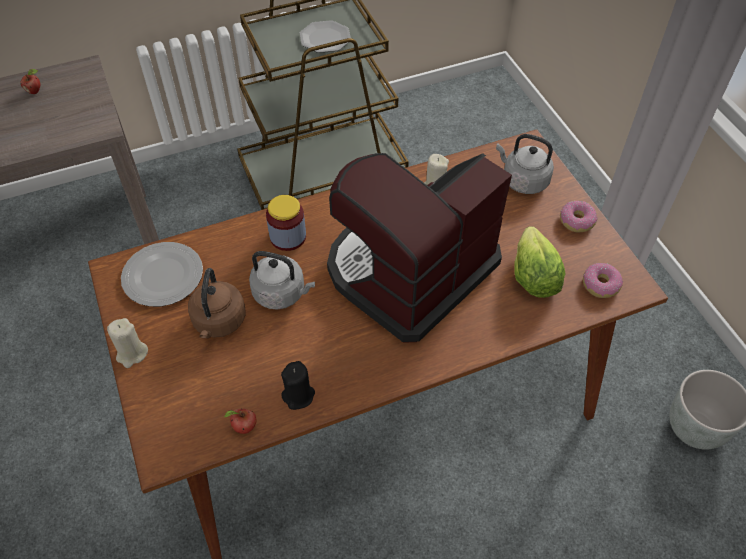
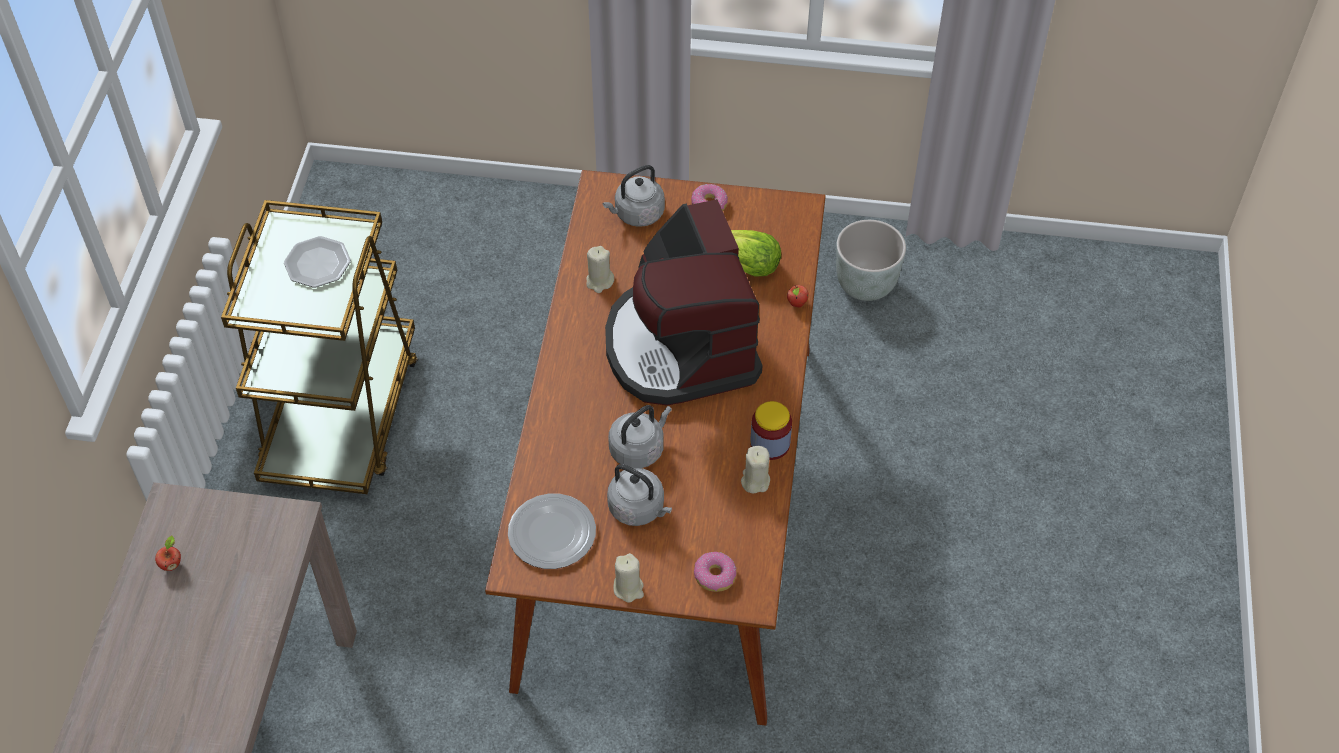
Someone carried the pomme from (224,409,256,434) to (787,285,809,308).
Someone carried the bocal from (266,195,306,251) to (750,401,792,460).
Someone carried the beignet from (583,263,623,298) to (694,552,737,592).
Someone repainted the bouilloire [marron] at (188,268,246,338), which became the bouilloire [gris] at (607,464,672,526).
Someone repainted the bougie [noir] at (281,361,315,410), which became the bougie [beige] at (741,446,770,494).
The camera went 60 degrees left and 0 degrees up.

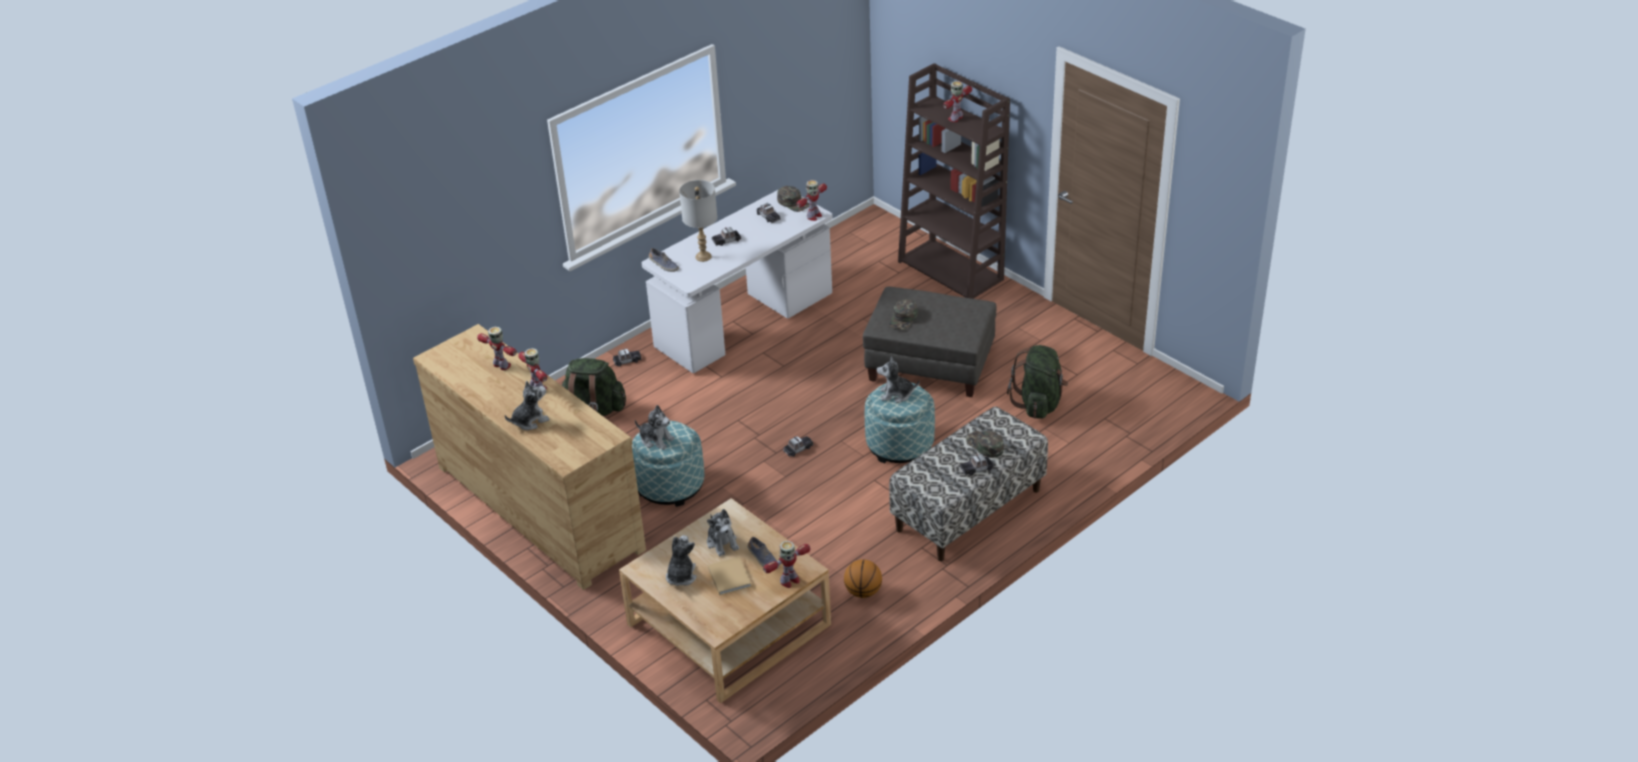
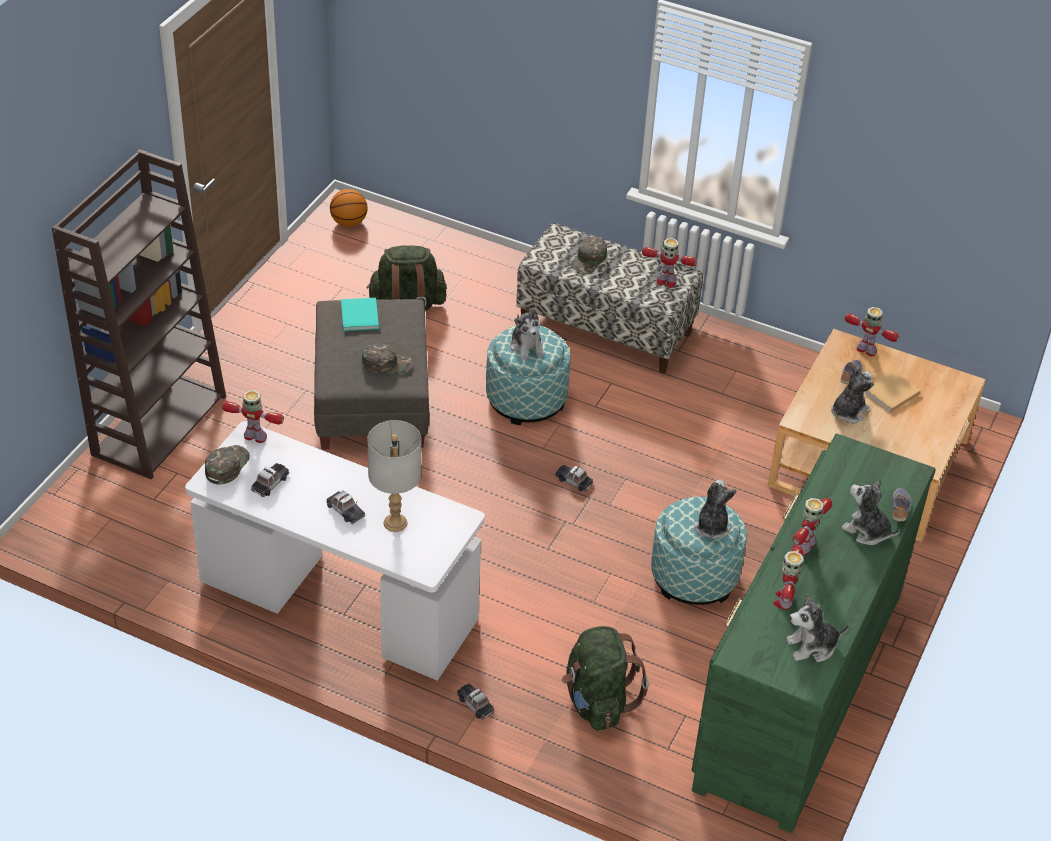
Someone took away the petite voiture at (960,454,994,476).
Someone put down the livre [turquoise] at (341,298,379,331).
Someone carried the chaussure from (649,248,679,272) to (893,488,911,521).
Someone carried the peluche from (666,535,697,586) to (786,594,849,662).
Someone carried the ballon de basket from (844,559,882,598) to (330,189,368,227).
Someone carried the robot jouet from (943,81,972,122) to (642,238,697,288).
Someone repainted the commode [marron] at (413,324,646,590), which became the commode [vert] at (692,433,936,833).
The camera went 115 degrees left and 5 degrees up.

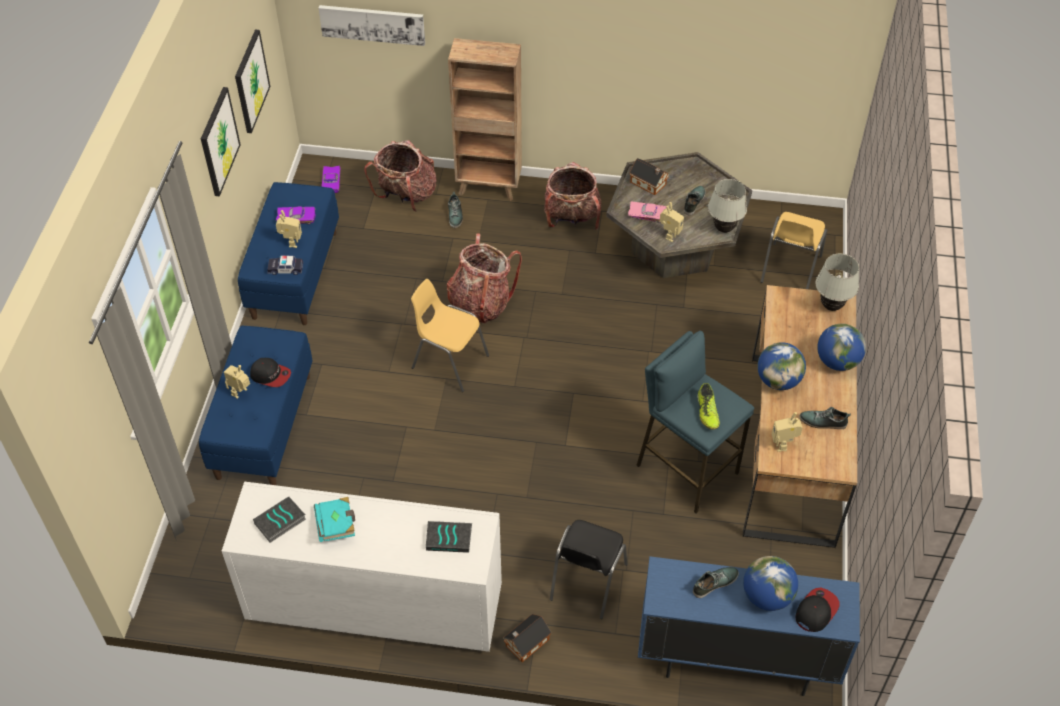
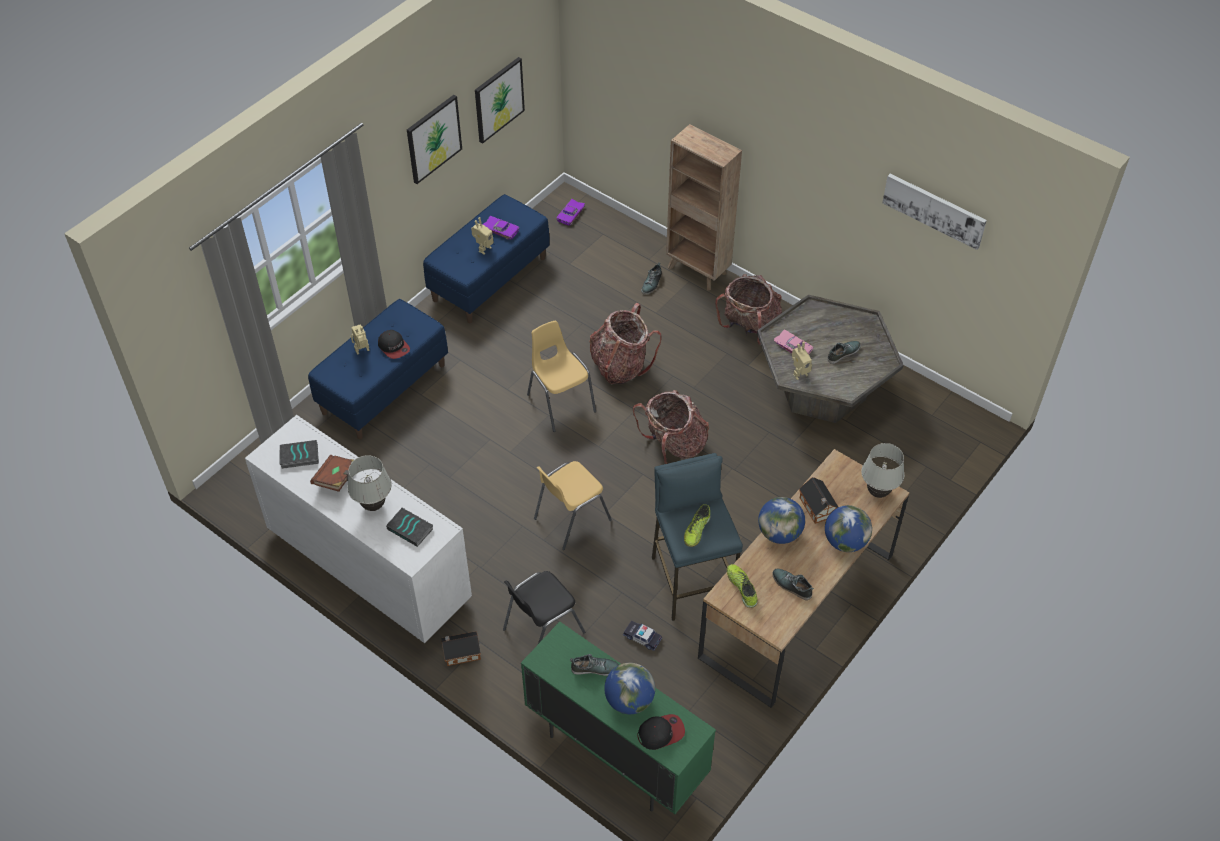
Someone carried the petite voiture from (267,256,303,275) to (623,621,662,651).
Someone carried the tableau from (318,5,425,46) to (882,174,987,250).
Someone carried the sac à dos from (364,140,437,212) to (633,390,709,464).
Someone carried the maison miniature from (630,158,669,195) to (799,477,838,524).
Someone carried the lampe de table [blanc] from (708,179,747,233) to (347,455,392,511).
Someone carried the chaise [jaune] from (761,212,827,289) to (534,461,612,550).
Someone swapped the robot jouet at (772,412,802,452) for the chaussure at (727,564,758,608).
Someone repainted the livre [turquoise] at (314,497,355,542), which became the livre [marron] at (310,455,354,492).
Someone repainted the meuble de rangement [bleu] at (638,556,860,696), which became the meuble de rangement [vert] at (521,621,716,814).
The camera went 30 degrees right and 0 degrees up.

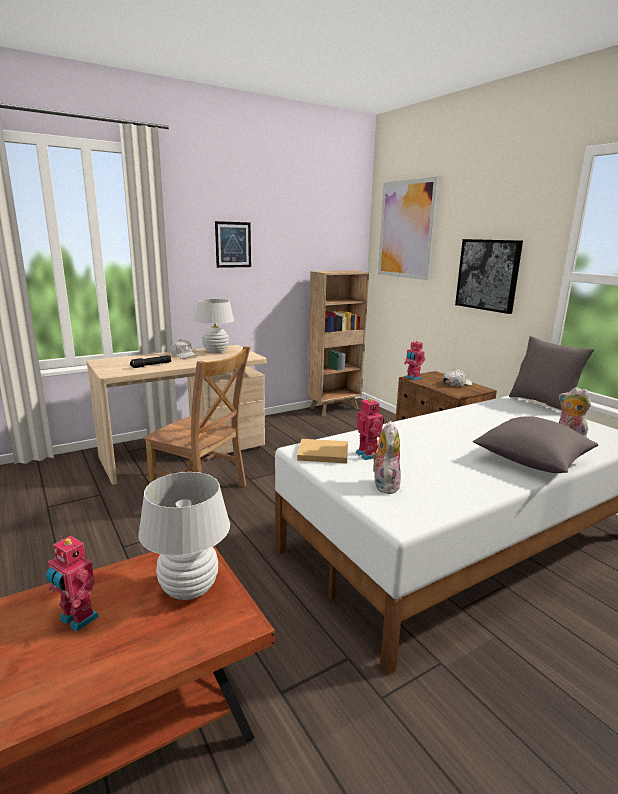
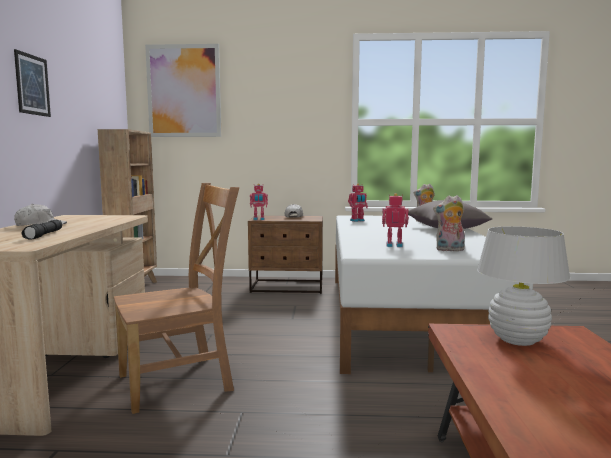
Someone took away the lampe de table [blanc] at (195,299,234,353).
Someone took away the livre [beige] at (297,439,348,463).
Someone took away the tableau at (455,239,523,314).
Someone took away the coussin [gris] at (509,336,594,410).
Someone carried the robot jouet from (46,536,99,632) to (348,184,368,222).
Someone rotated the peluche at (371,421,401,494) by 45 degrees counterclockwise.
The camera went 55 degrees left and 10 degrees down.

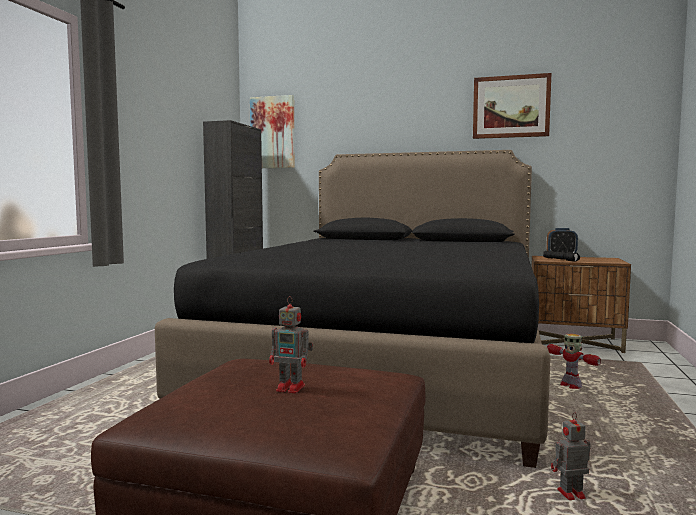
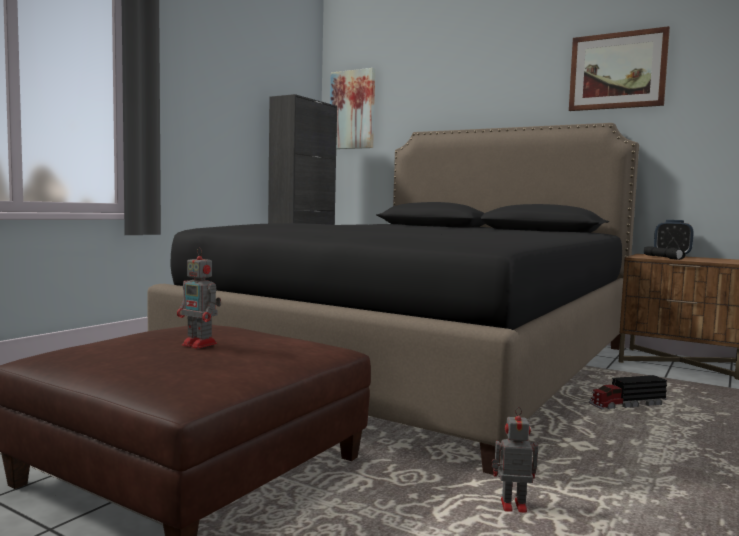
Someone swapped the robot jouet at (547,334,601,389) for the camion jouet at (589,375,667,409).
The camera went 15 degrees right and 0 degrees up.

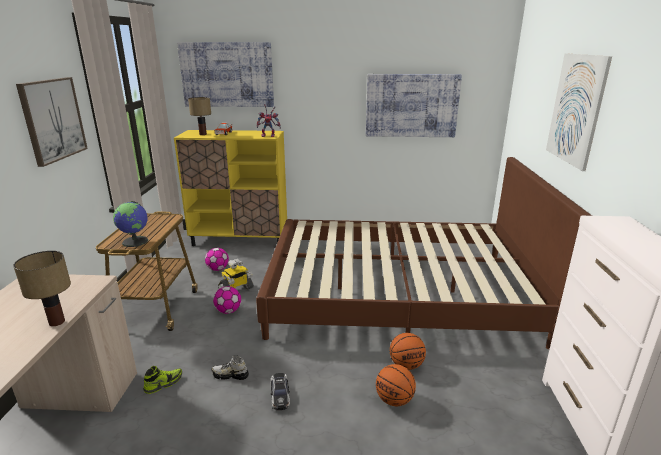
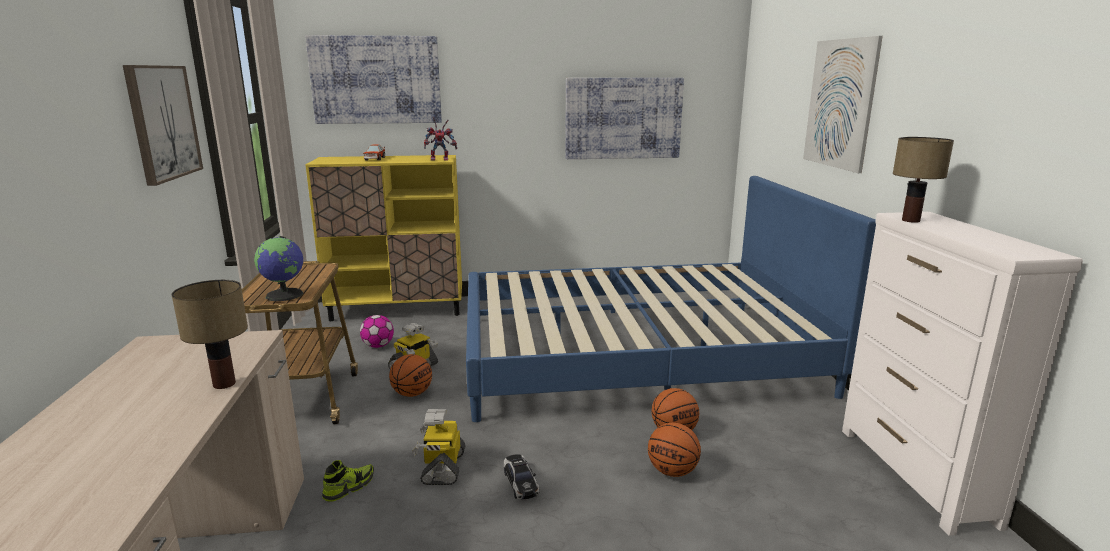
Someone carried the lampe de table from (188,97,211,135) to (893,137,954,223).
Someone swapped the chaussure at (211,355,249,380) for the robot jouet at (412,409,466,485).
Someone swapped the ballon de foot at (213,286,241,314) for the ballon de basket at (389,354,432,397).
Someone repainted the lit [marron] at (256,157,592,349), which became the lit [bleu] at (466,176,876,422).
The camera went 10 degrees left and 5 degrees down.

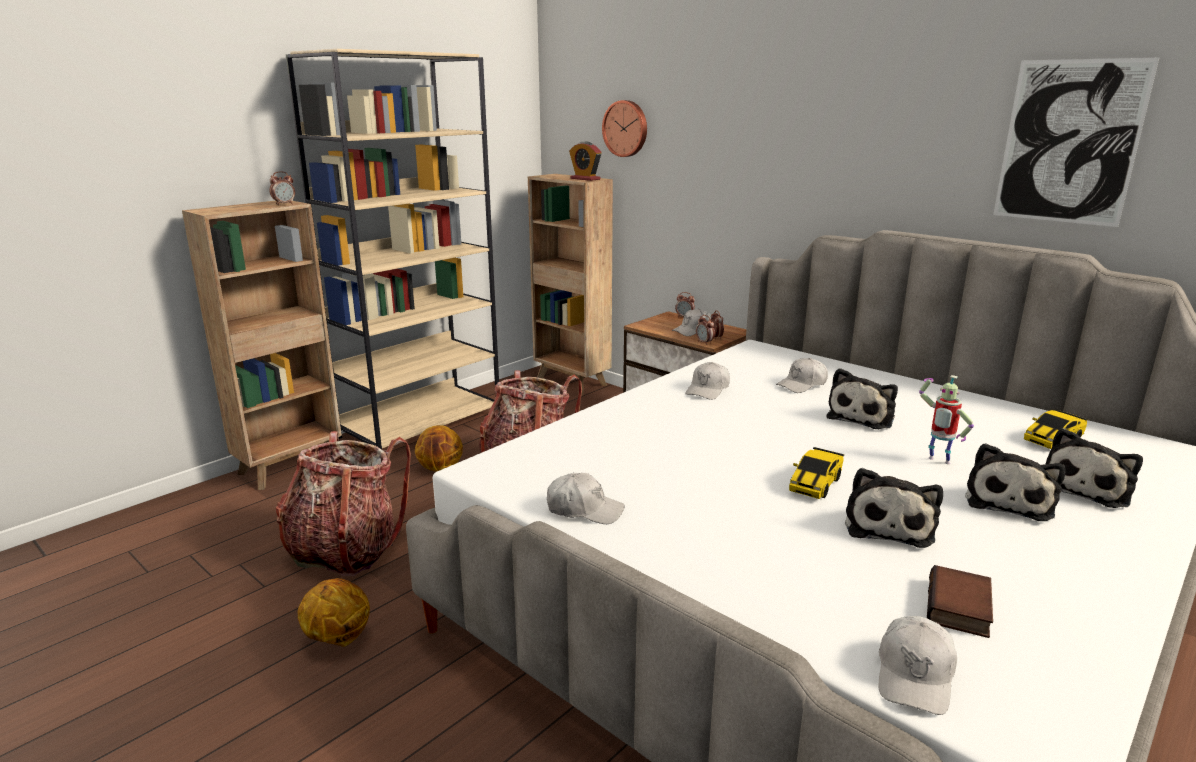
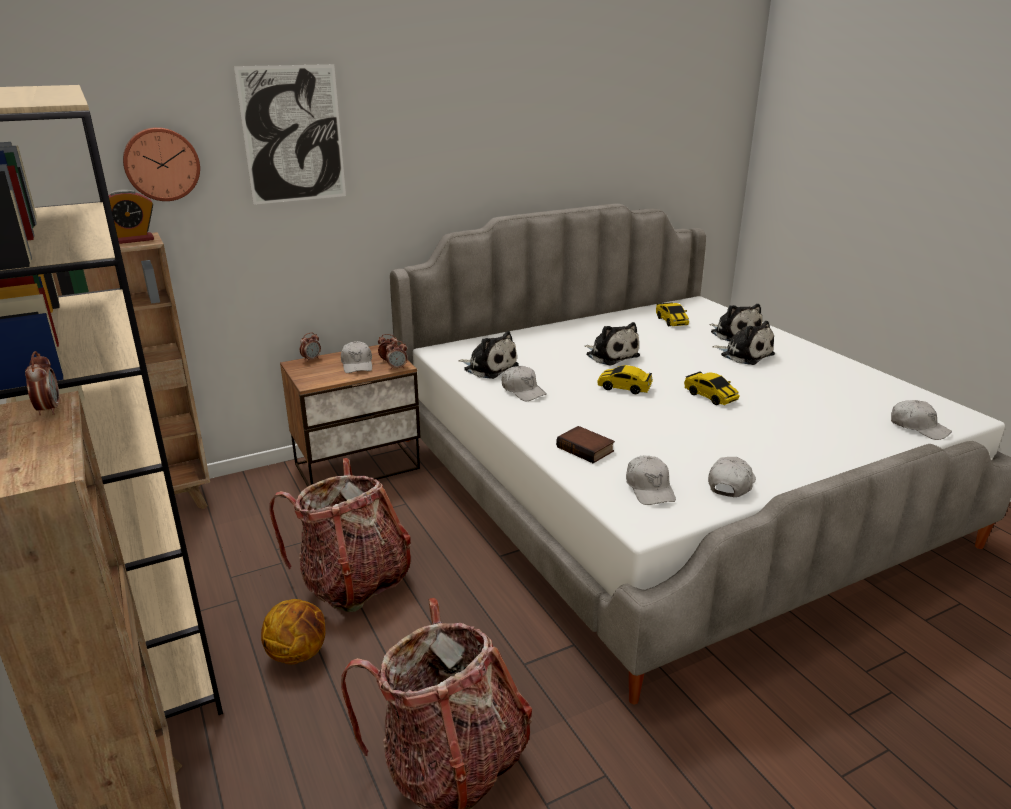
Someone took away the ballon de basket at (298,578,370,647).
Someone took away the robot jouet at (919,375,974,464).
Someone put down the petite voiture at (597,365,653,394).
Someone carried the casquette [blanc] from (776,358,828,393) to (626,455,676,505).
Someone carried the peluche from (845,468,943,548) to (458,331,519,379).
Someone carried the livre from (927,565,993,638) to (556,426,615,463).
Someone carried the tableau from (993,58,1159,227) to (234,64,346,205).
The camera went 70 degrees left and 5 degrees up.

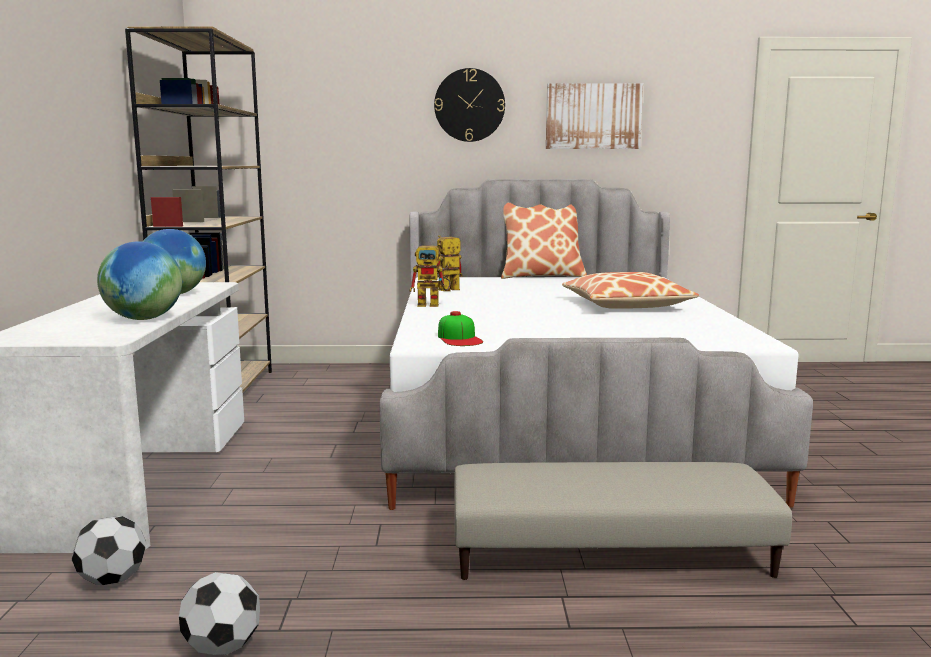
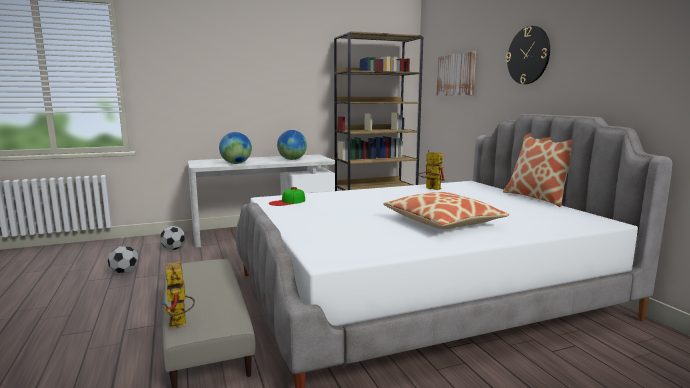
Someone carried the robot jouet from (410,243,451,307) to (161,261,195,328).
Someone carried the tableau from (546,83,643,149) to (436,52,476,96).
The camera went 70 degrees right and 0 degrees up.

